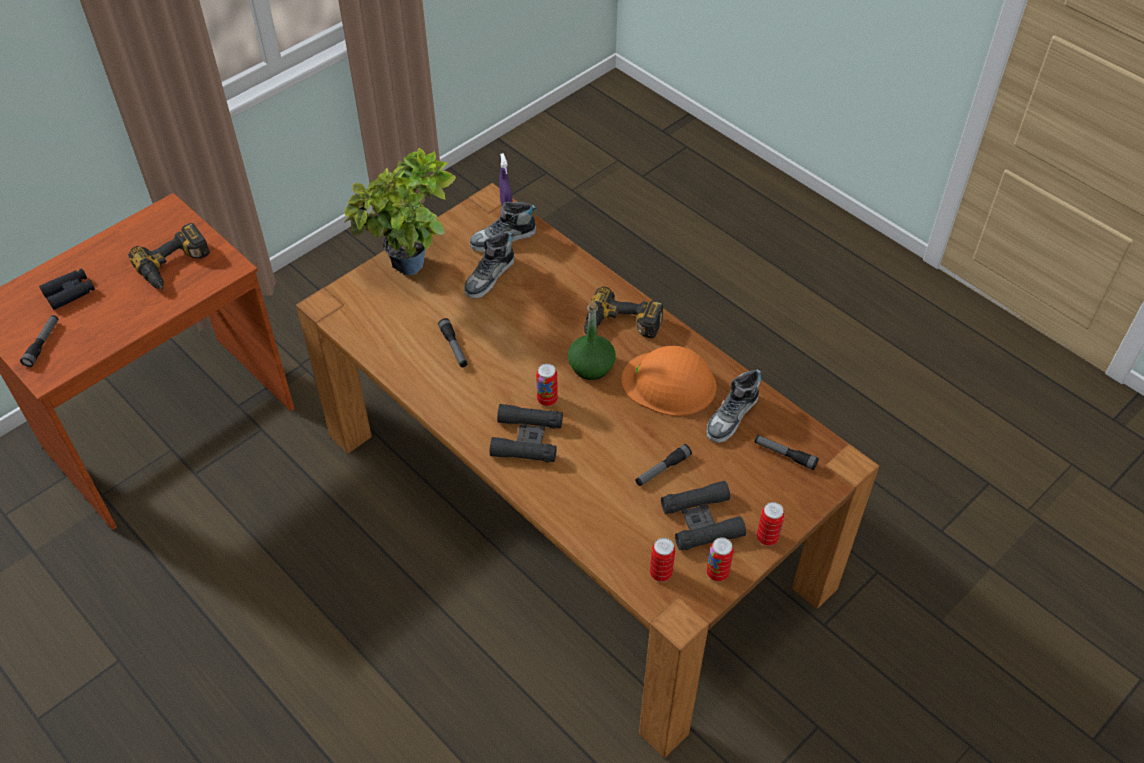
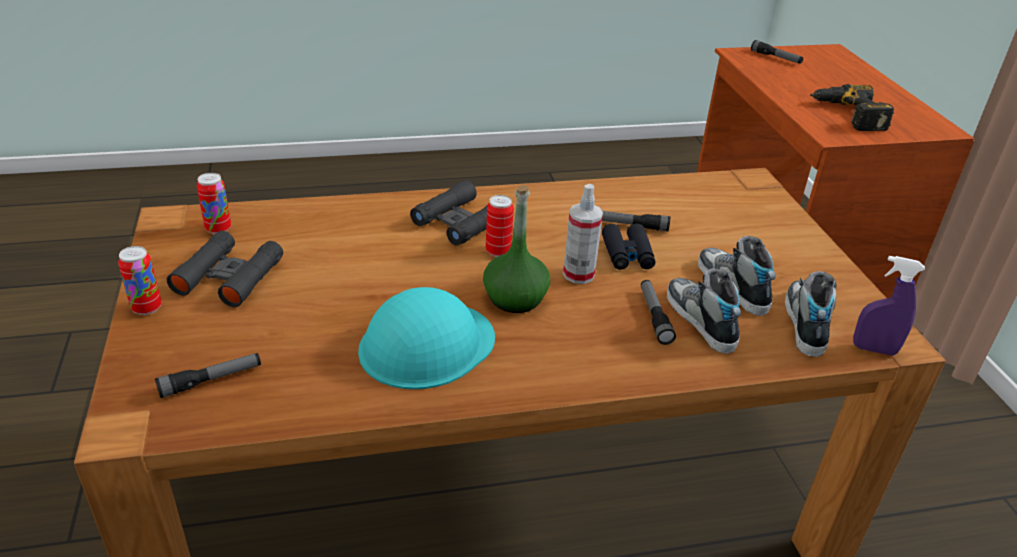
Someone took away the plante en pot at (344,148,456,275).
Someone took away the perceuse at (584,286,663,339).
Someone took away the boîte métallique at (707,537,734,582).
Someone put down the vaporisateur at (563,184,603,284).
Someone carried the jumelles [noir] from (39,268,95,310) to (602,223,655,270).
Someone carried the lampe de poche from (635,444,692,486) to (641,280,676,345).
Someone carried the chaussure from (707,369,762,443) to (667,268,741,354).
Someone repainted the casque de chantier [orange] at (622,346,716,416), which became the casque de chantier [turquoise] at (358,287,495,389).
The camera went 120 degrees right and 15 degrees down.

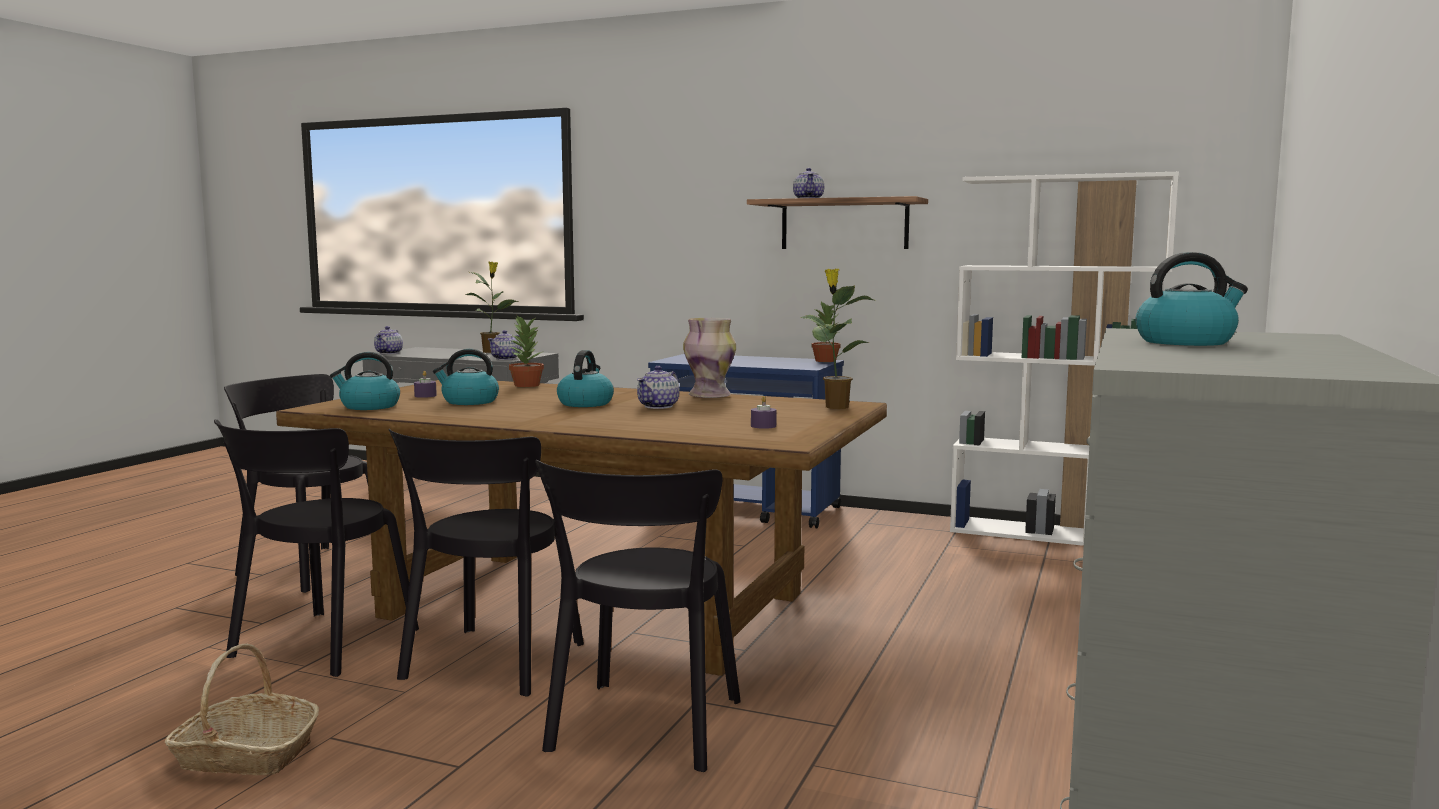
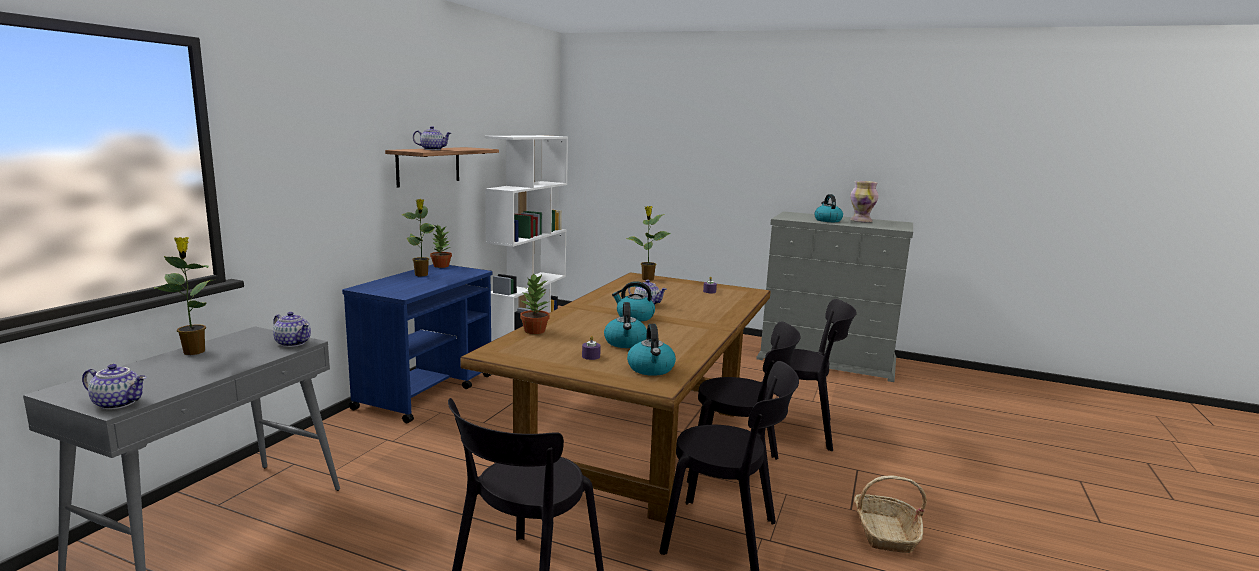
Someone put down the plante en pot at (402,199,436,276).
Someone carried the vase from (683,318,736,398) to (850,181,879,222).
The camera went 90 degrees left and 5 degrees up.

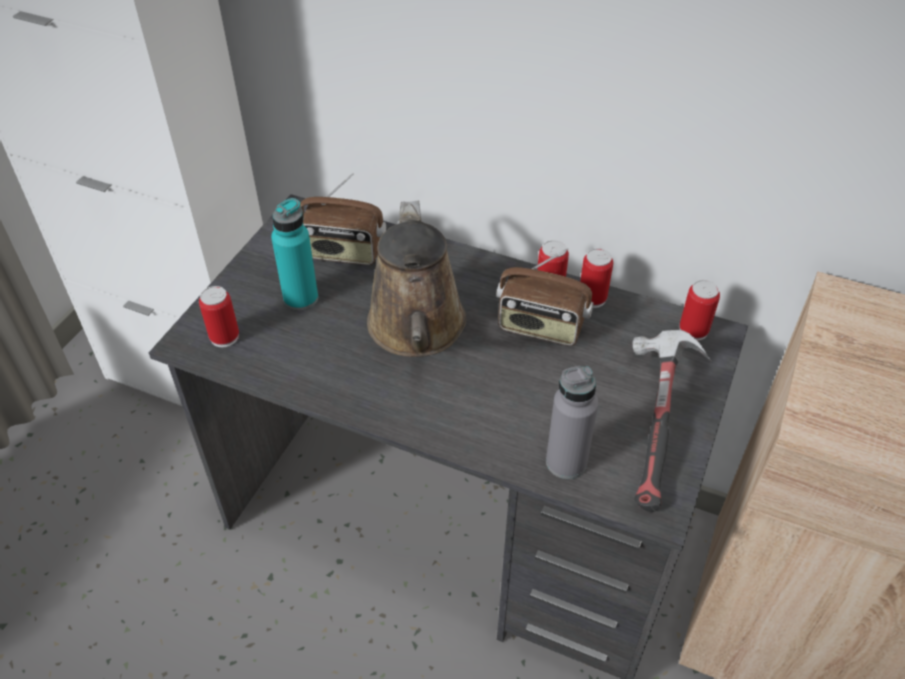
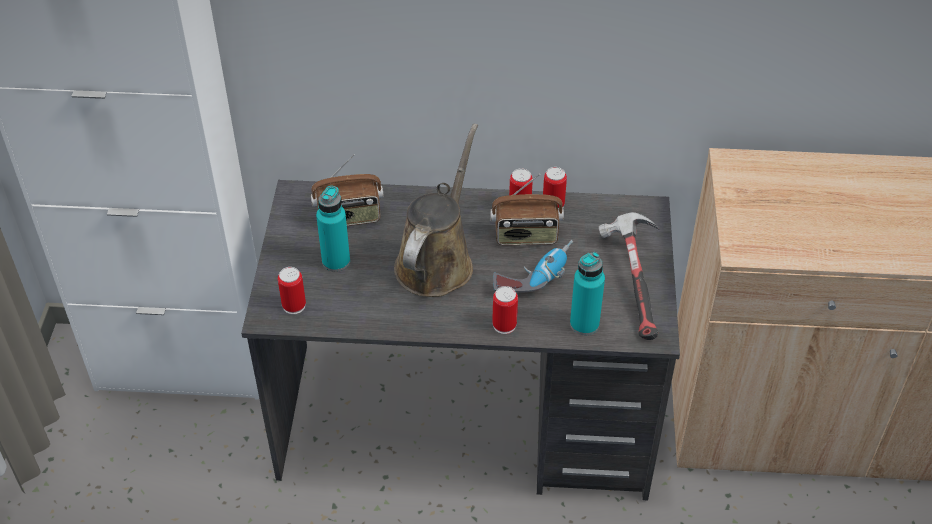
Someone put down the perceuse at (493,240,573,293).
Someone carried the boîte métallique from (679,280,720,341) to (492,286,518,334).
Someone repainted the bouteille [gris] at (546,366,599,479), which became the bouteille [turquoise] at (570,252,605,335).
Someone rotated the arrosoir [marron] at (367,201,466,357) by 135 degrees counterclockwise.
The camera went 20 degrees left and 0 degrees up.

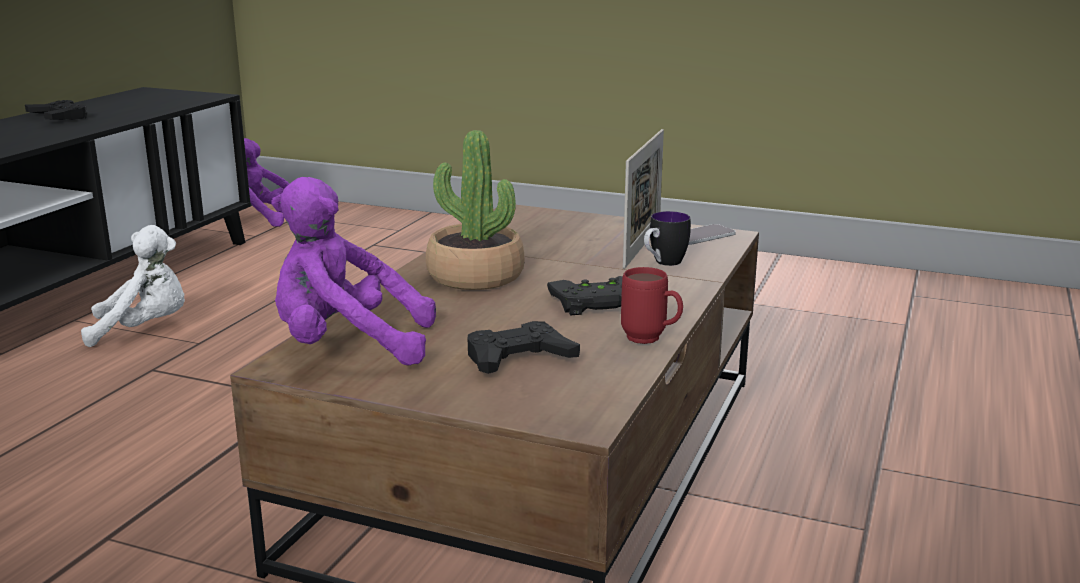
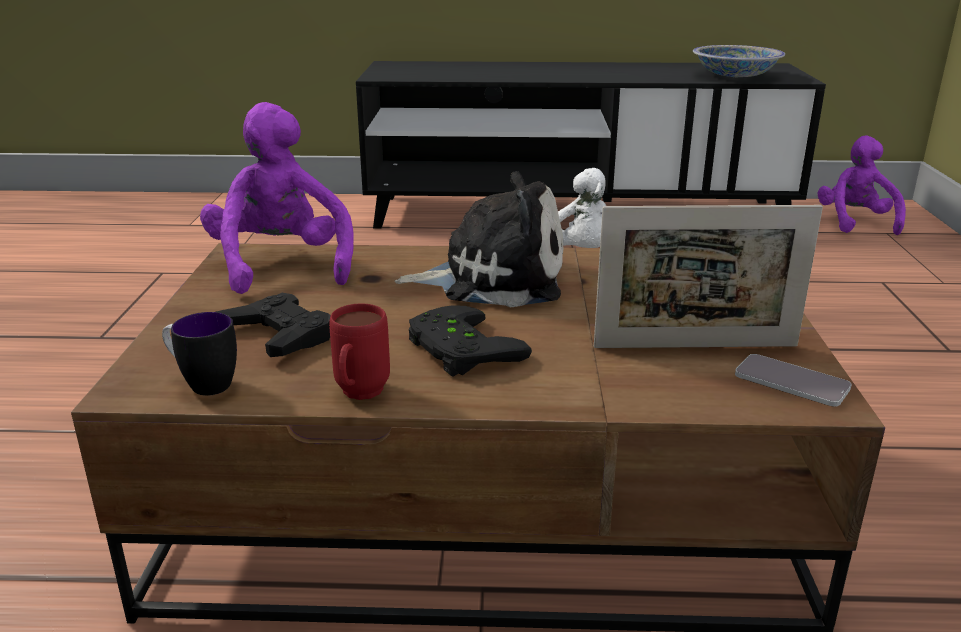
Someone took away the manette [noir] at (25,100,87,120).
Someone put down the bol at (693,45,785,77).
Someone carried the mug from (644,211,691,266) to (162,312,237,396).
Someone swapped the plante en pot at (426,130,524,290) for the peluche at (395,171,563,308).
The camera went 70 degrees right and 5 degrees up.

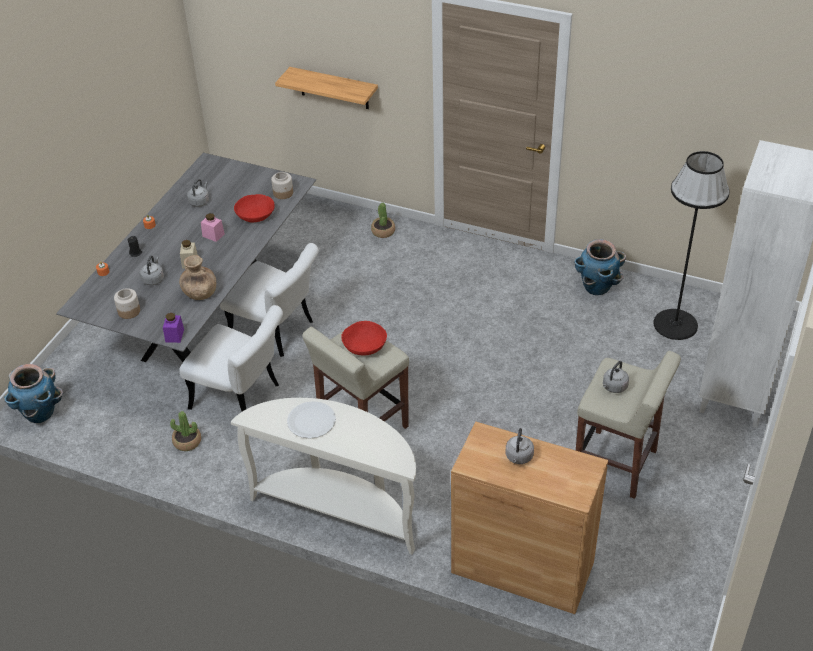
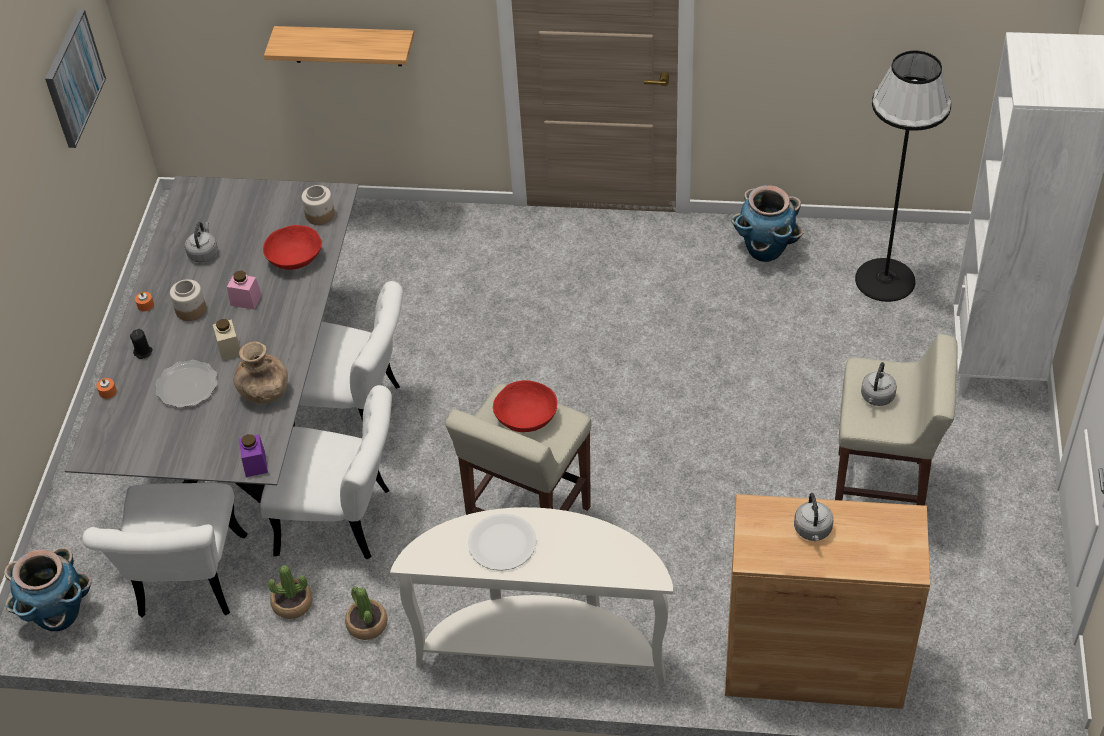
Someone put up the tableau at (45,9,106,148).
Someone put down the chaise [blanc] at (82,483,247,617).
Someone carried the bocal from (114,289,140,319) to (170,279,206,321).
Someone carried the plante en pot from (371,203,395,238) to (345,586,388,640).
Someone swapped the bouilloire [gris] at (140,255,164,285) for the assiette at (156,360,218,408).
The camera went 15 degrees left and 5 degrees up.

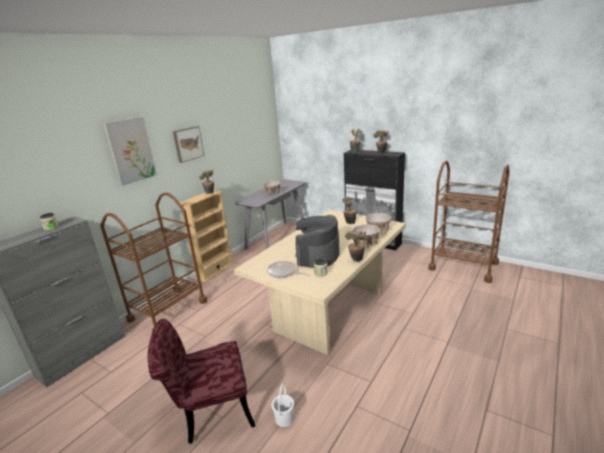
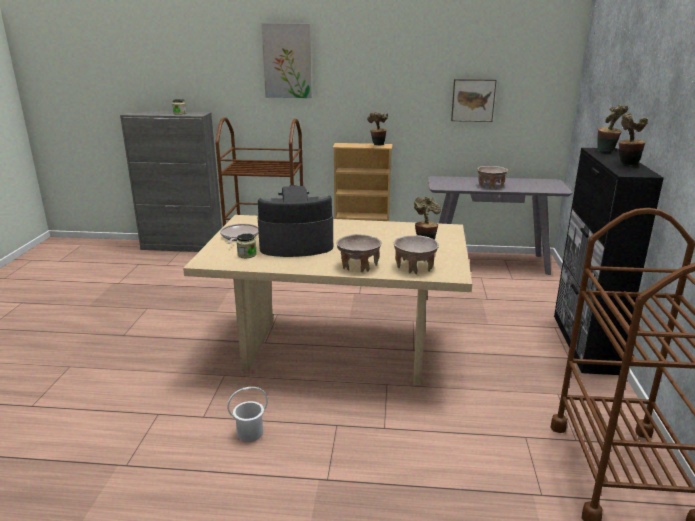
Someone took away the chaise [rouge] at (147,319,255,444).
Someone took away the plante en pot at (345,230,366,261).
Someone carried the tableau from (173,126,204,163) to (451,79,496,122).
Someone carried the seau [blanc] from (272,383,294,427) to (227,387,268,442).
The camera went 60 degrees right and 0 degrees up.

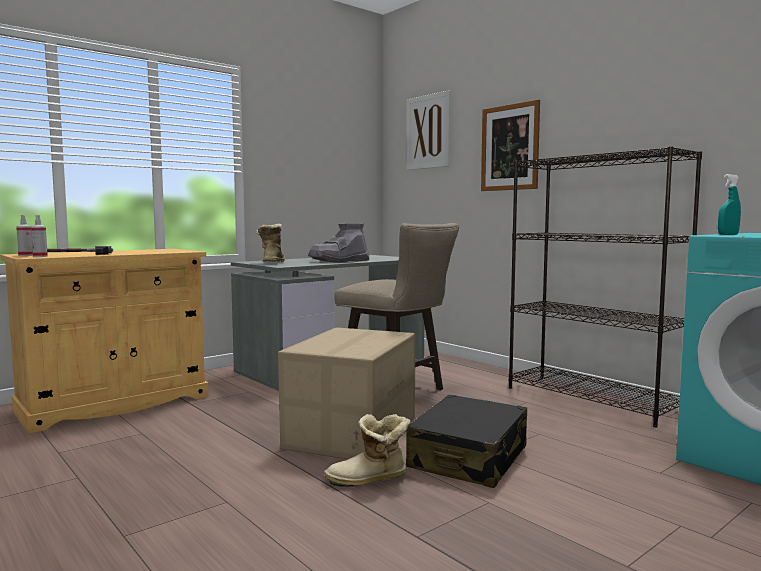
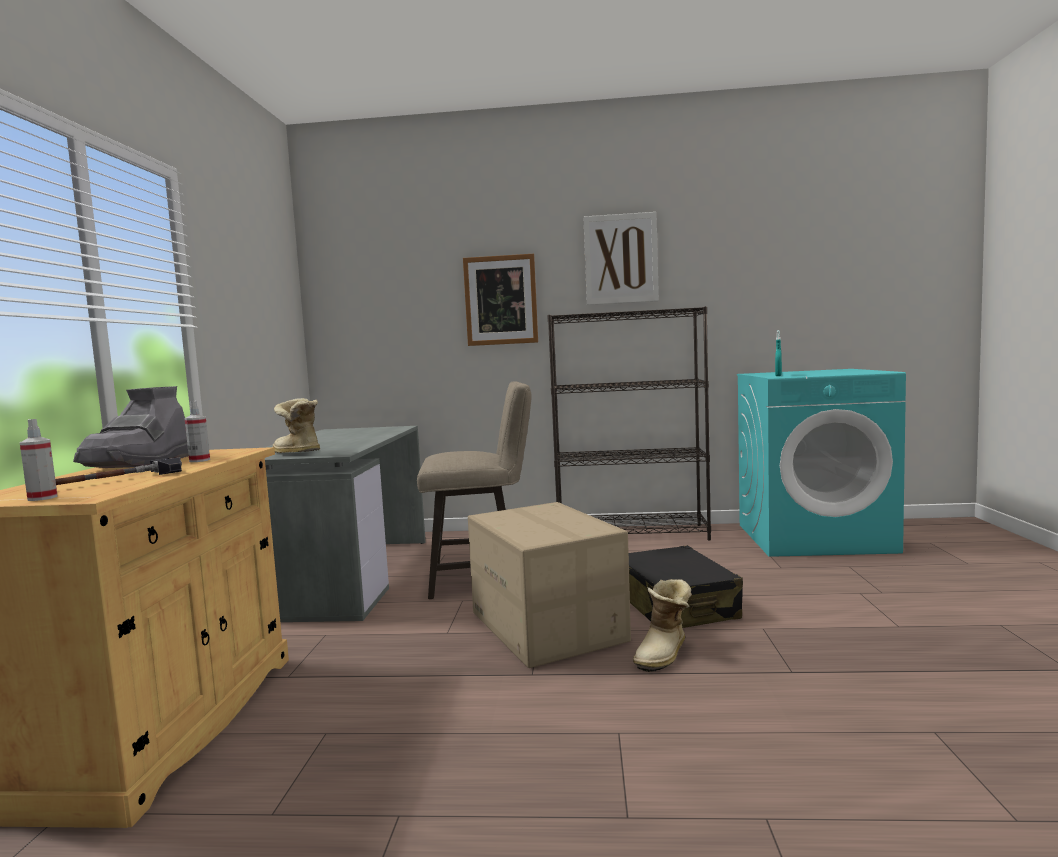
Someone carried the vaporisateur from (31,215,48,257) to (185,401,210,462).
Someone carried the botte [gris] from (308,224,369,263) to (73,386,189,468).
Someone carried the tableau from (407,90,451,170) to (583,212,659,305).
The camera went 45 degrees left and 0 degrees up.

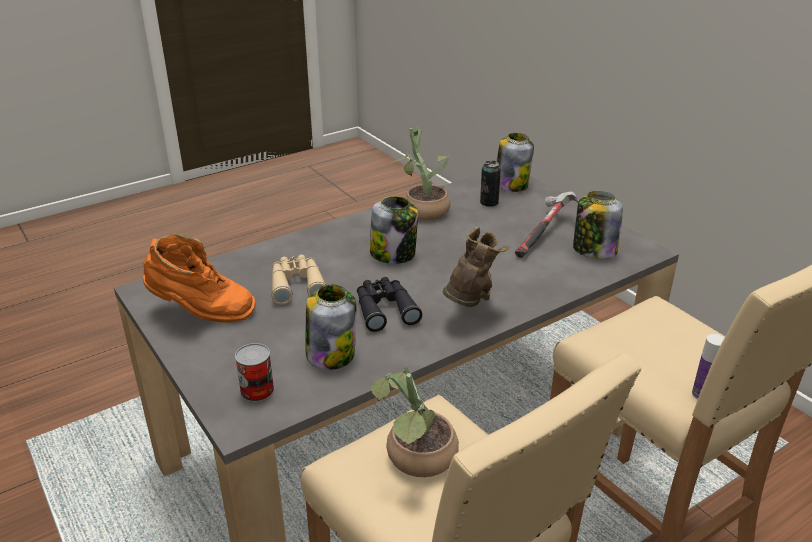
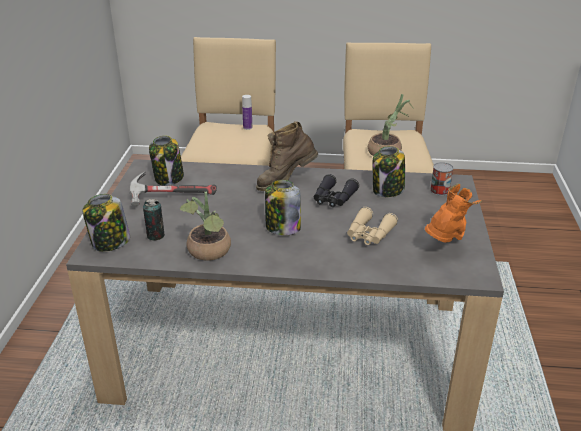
Someone rotated the botte [orange] at (143,233,256,322) by 75 degrees clockwise.
The camera went 140 degrees left and 0 degrees up.

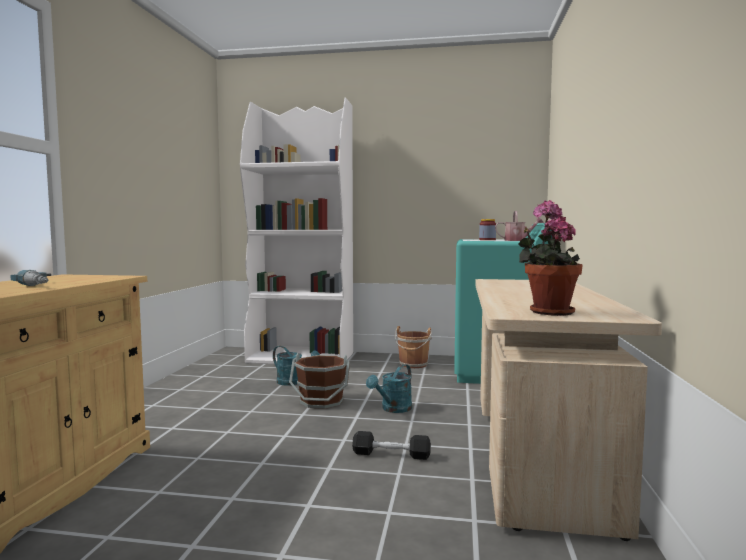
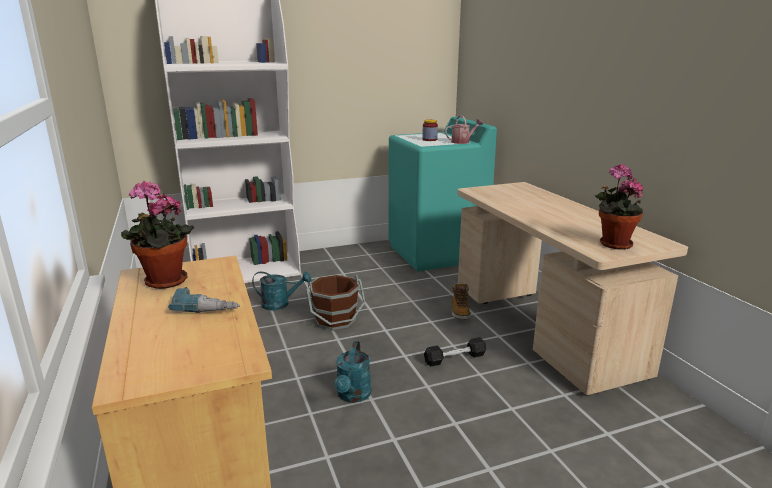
Someone took away the seau [marron] at (395,326,432,368).
Someone put down the plante en pot at (121,181,194,289).
Someone put down the botte at (452,283,471,319).
Someone carried the arrosoir [turquoise] from (366,364,412,413) to (335,341,372,403).
The camera went 30 degrees left and 15 degrees up.

